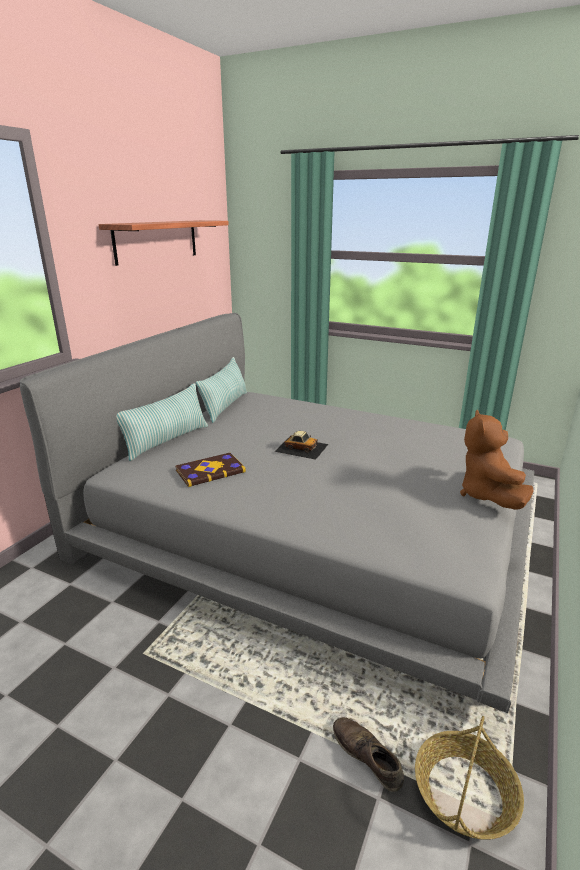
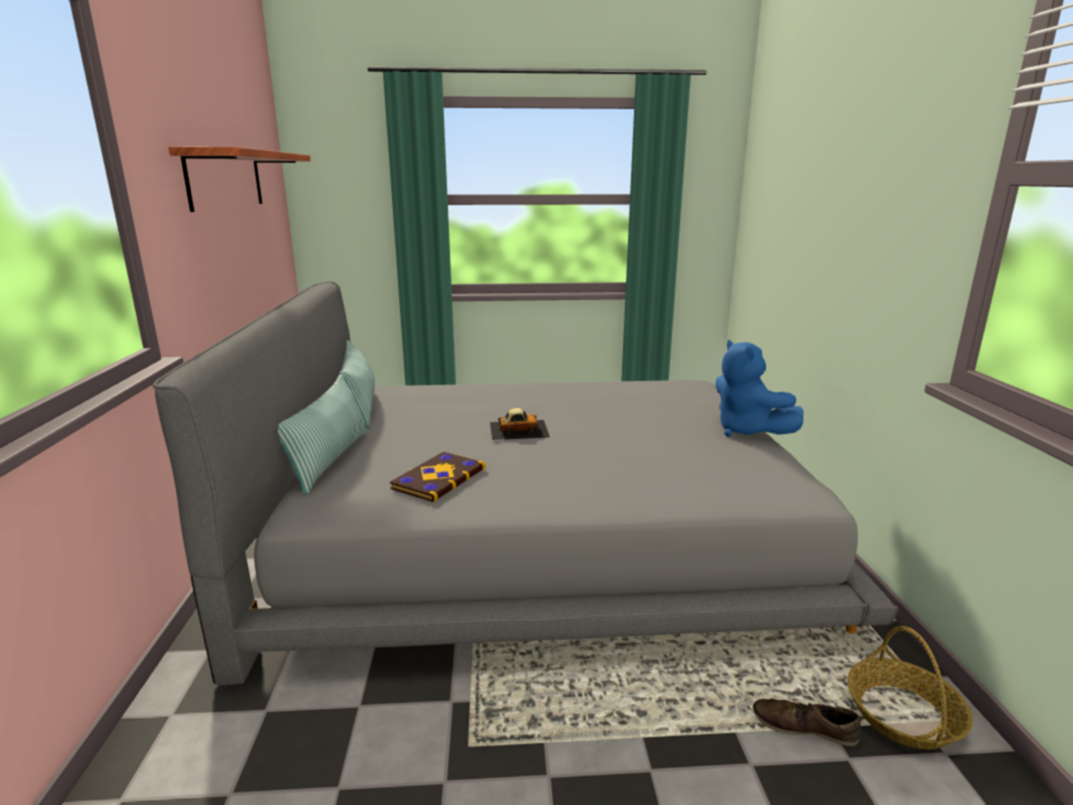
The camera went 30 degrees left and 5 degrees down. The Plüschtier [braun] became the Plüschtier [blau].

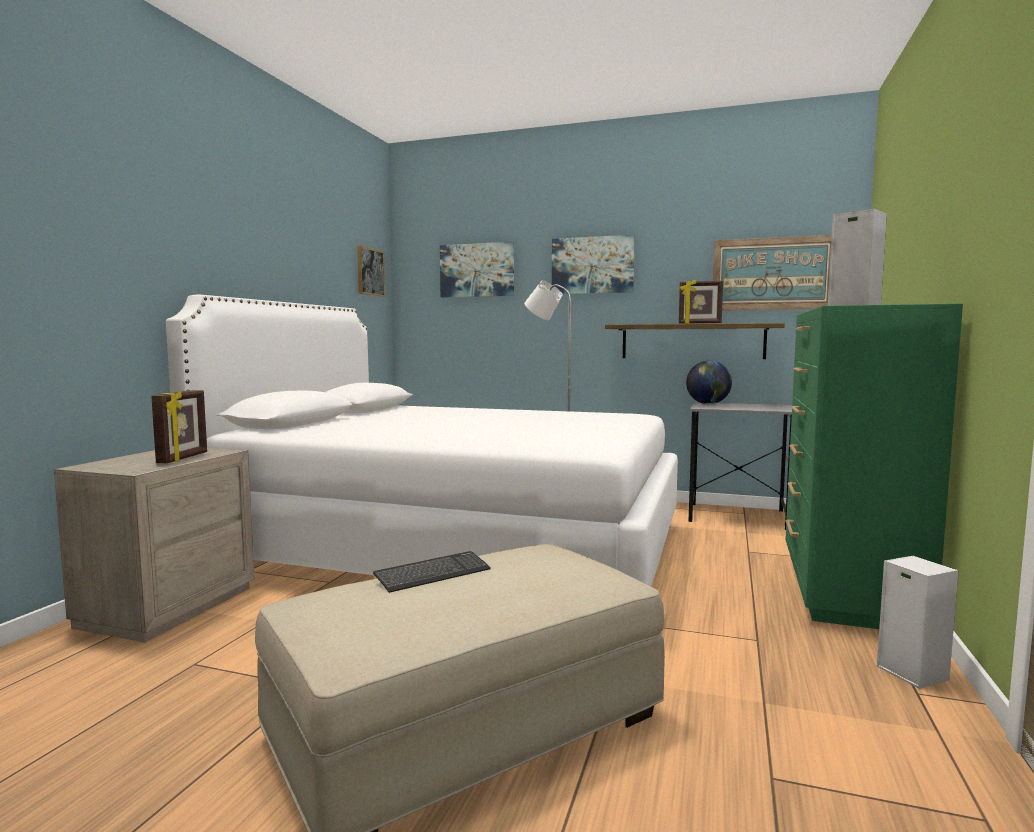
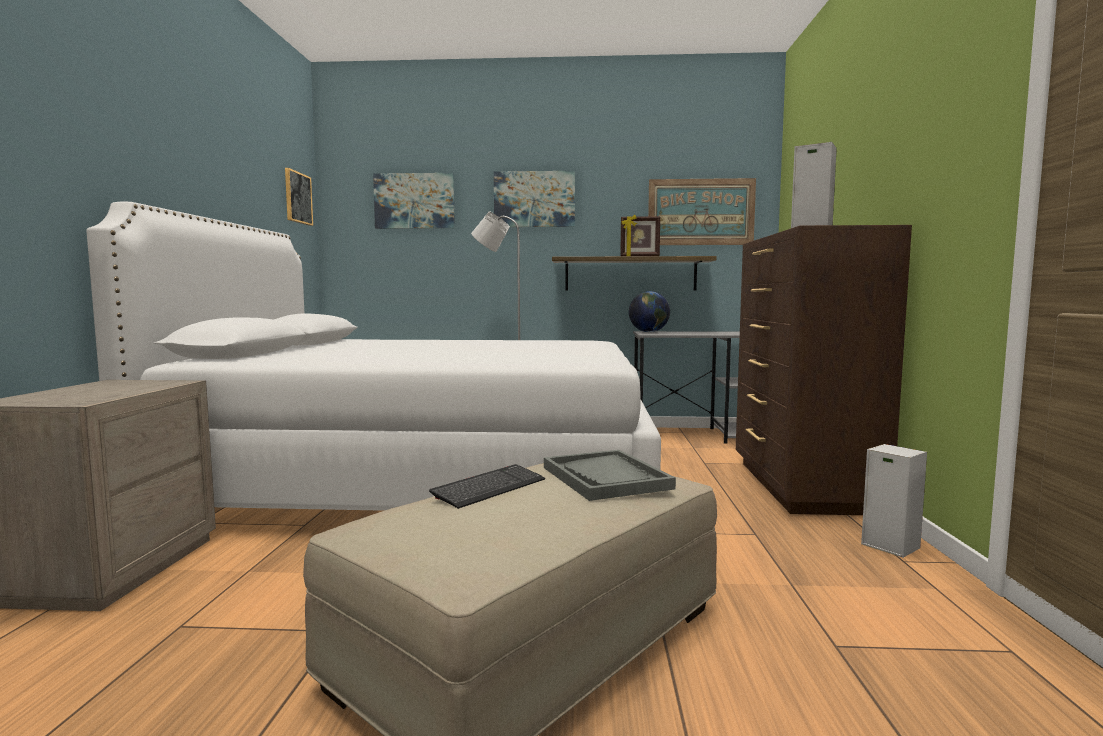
The camera went 15 degrees left and 0 degrees up. The Tablett [grau] appeared. The Kommode [grün] became the Kommode [braun]. The Bilderrahmen (1st from left) disappeared.

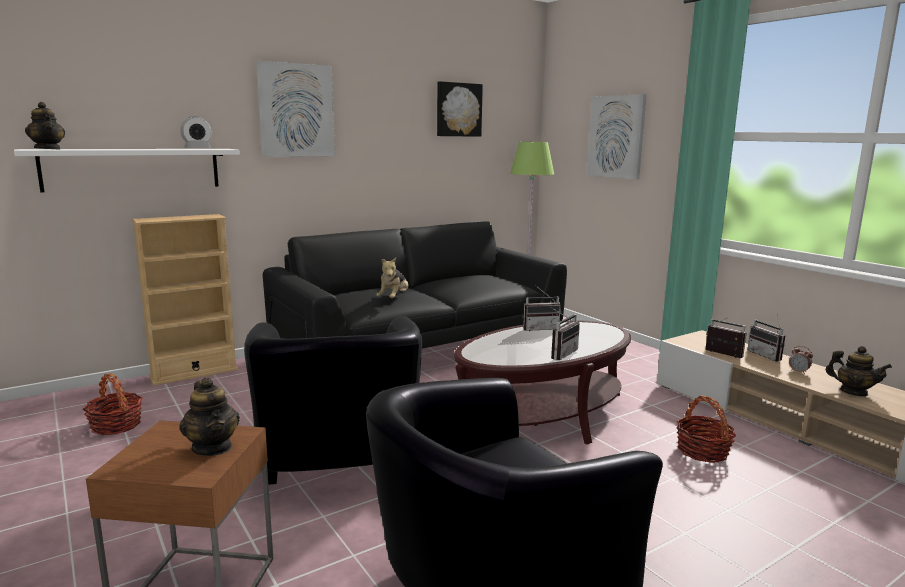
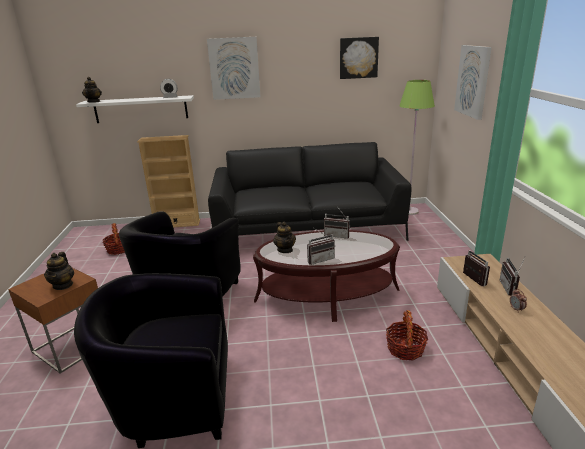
The camera went 30 degrees right and 10 degrees up. The Teekanne (3rd from left) moved. The Plüschtier disappeared.

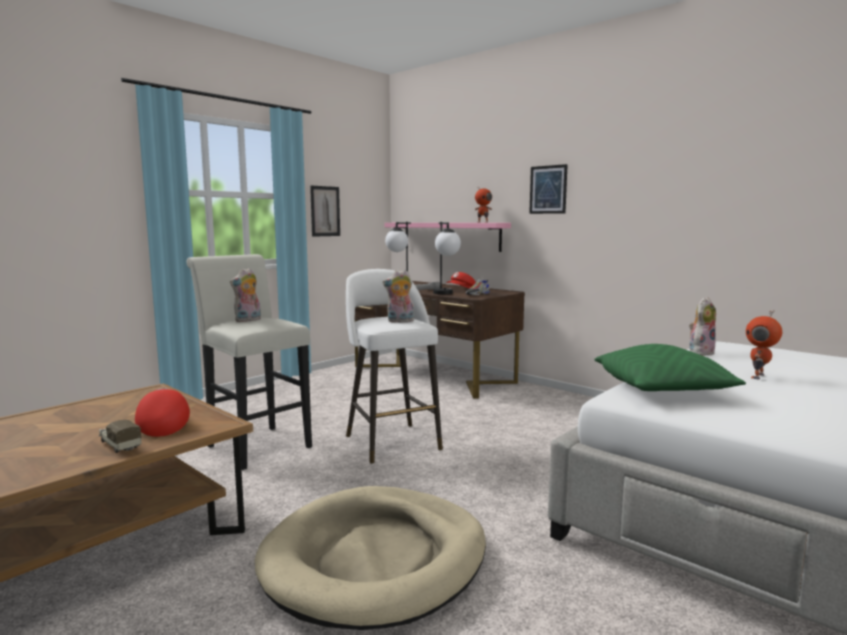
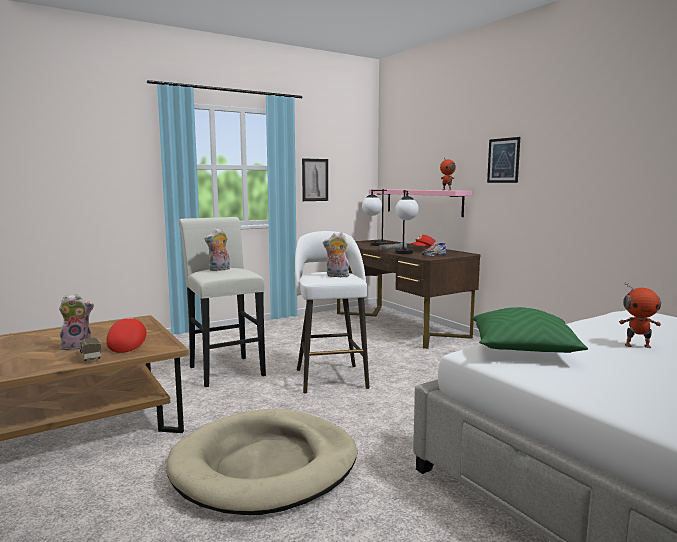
The camera went 15 degrees right and 0 degrees up. The Plüschtier (3rd from left in the first image) moved. The Spielzeugroboter (2nd from left) turned 135 degrees counterclockwise.

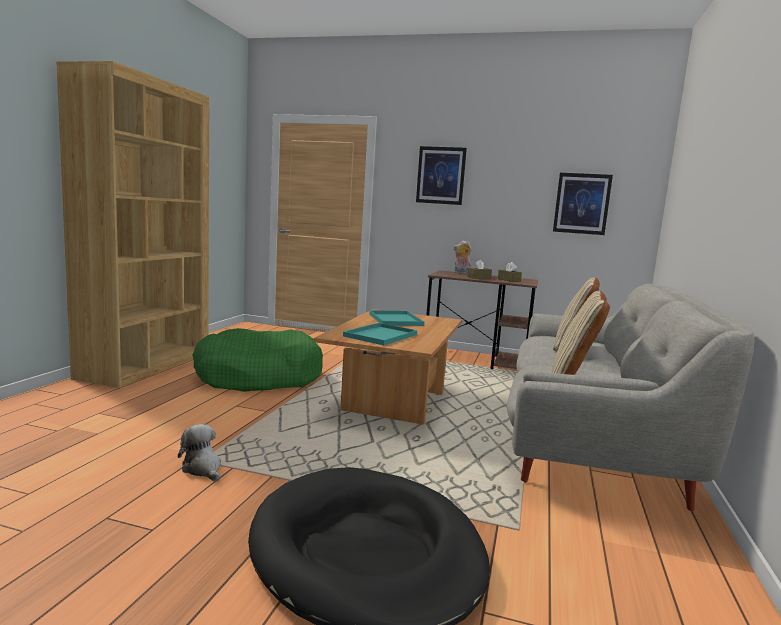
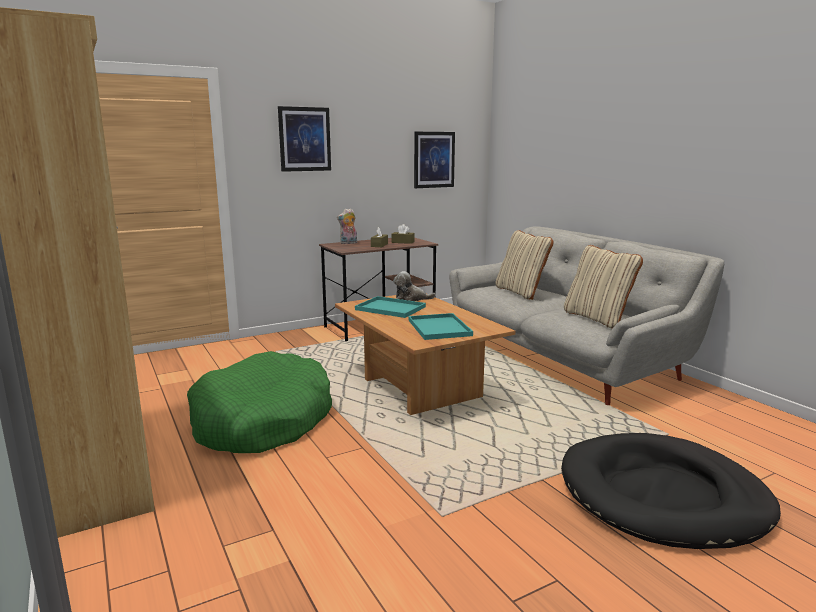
The camera went 45 degrees left and 5 degrees up. The Plüschtier (1st from left in the first image) moved.

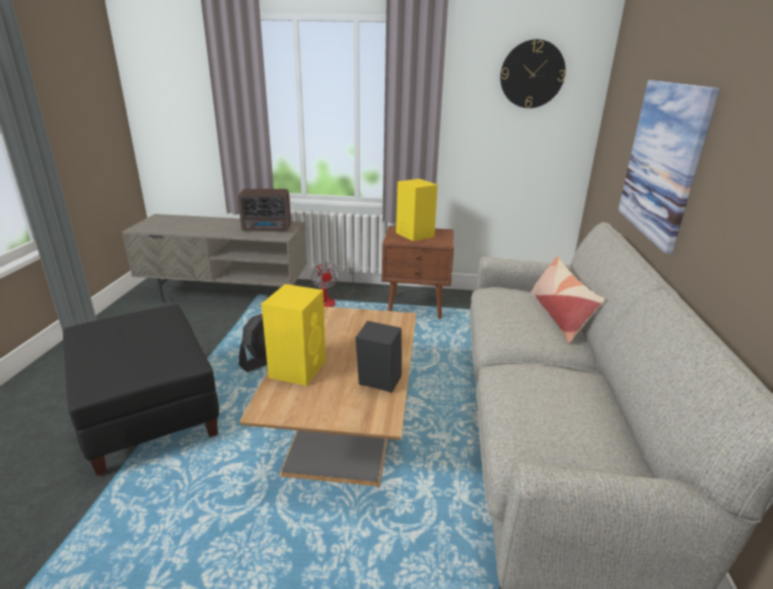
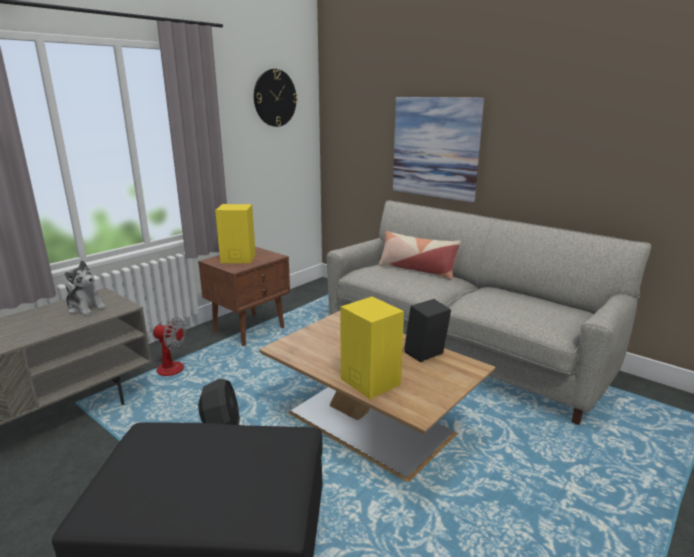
The camera went 55 degrees left and 5 degrees down. The Radio was replaced by the Plüschtier.

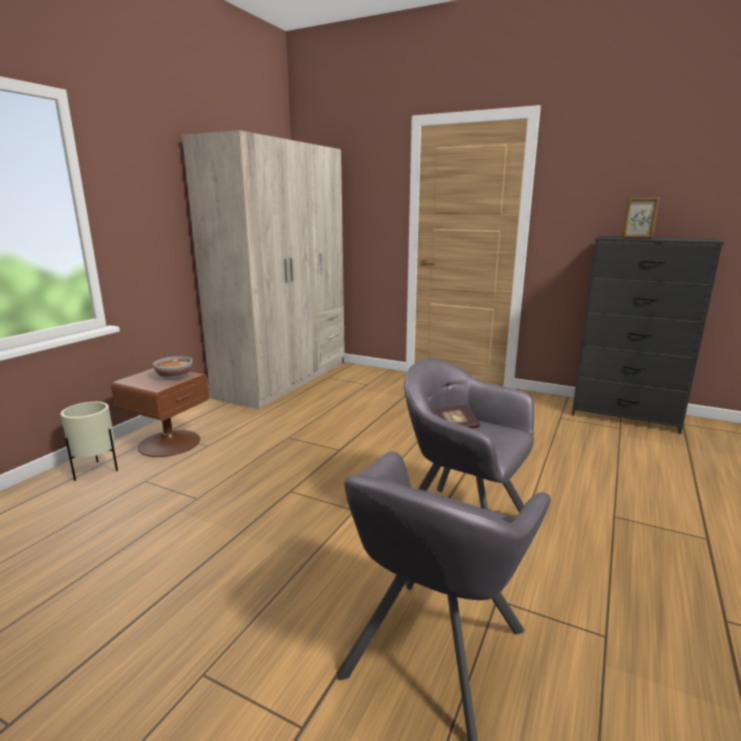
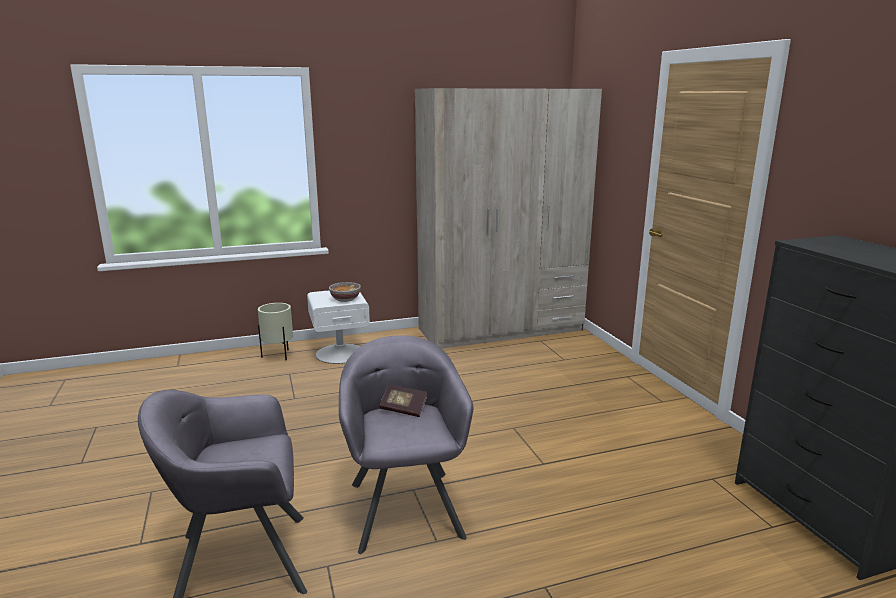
The camera went 45 degrees right and 0 degrees up. The Nachttisch [braun] became the Nachttisch [weiß]. The Bilderrahmen disappeared.

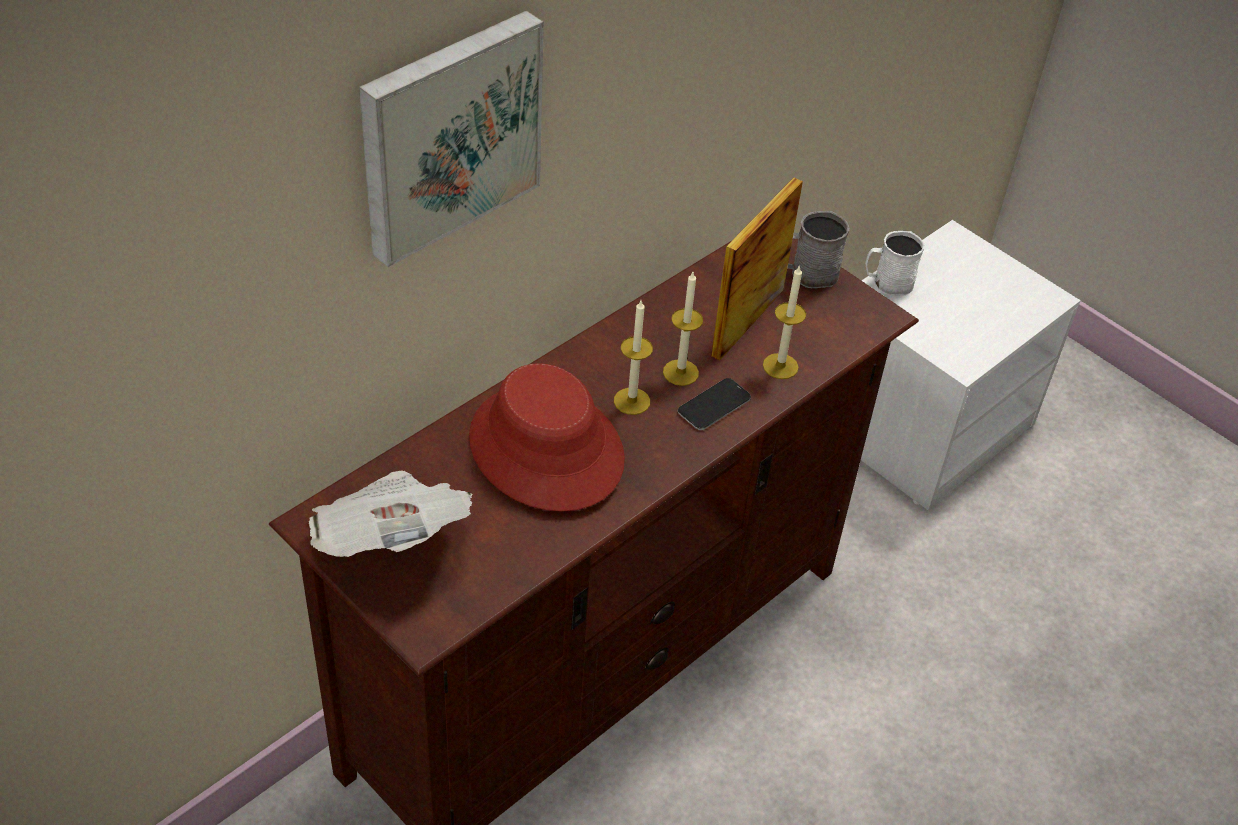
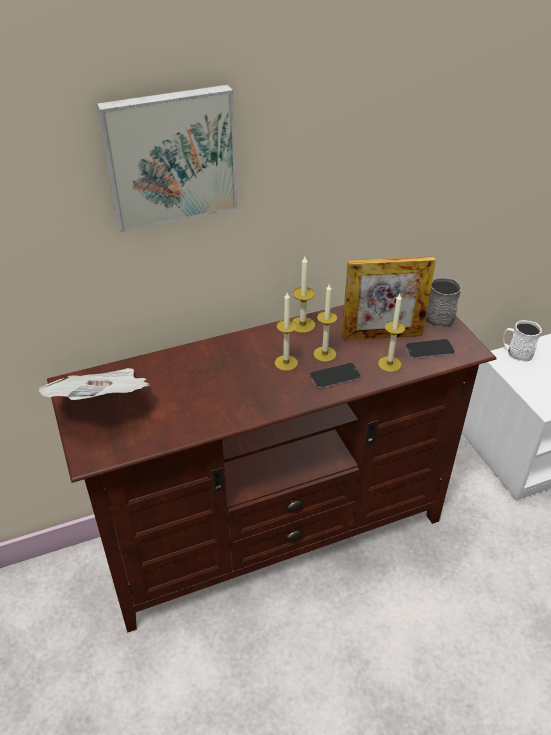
The camera went 25 degrees right and 5 degrees down. The Kerze (2nd from left) appeared. The Bilderrahmen turned 150 degrees counterclockwise. The Handy (2nd from left) appeared. The Hut [rot] disappeared.

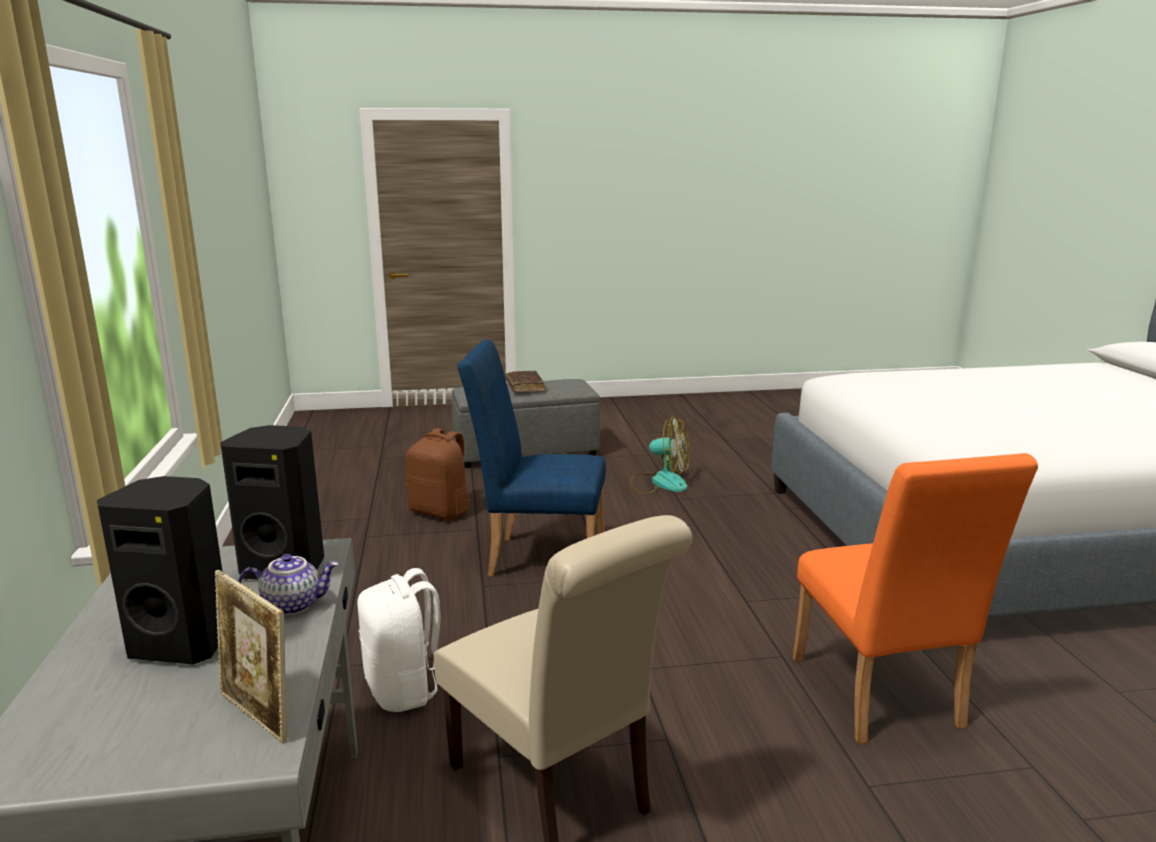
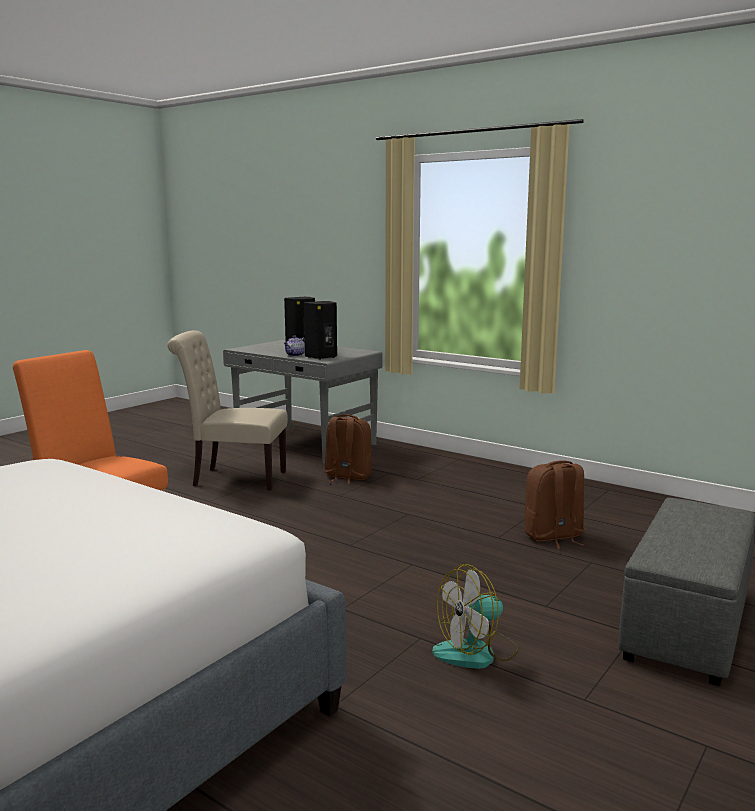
The camera went 135 degrees right and 5 degrees down. The Rucksack [weiß] became the Rucksack [braun] (1st from left). The Bilderrahmen disappeared. The Stuhl [blau] disappeared. The Buch [braun] disappeared.

